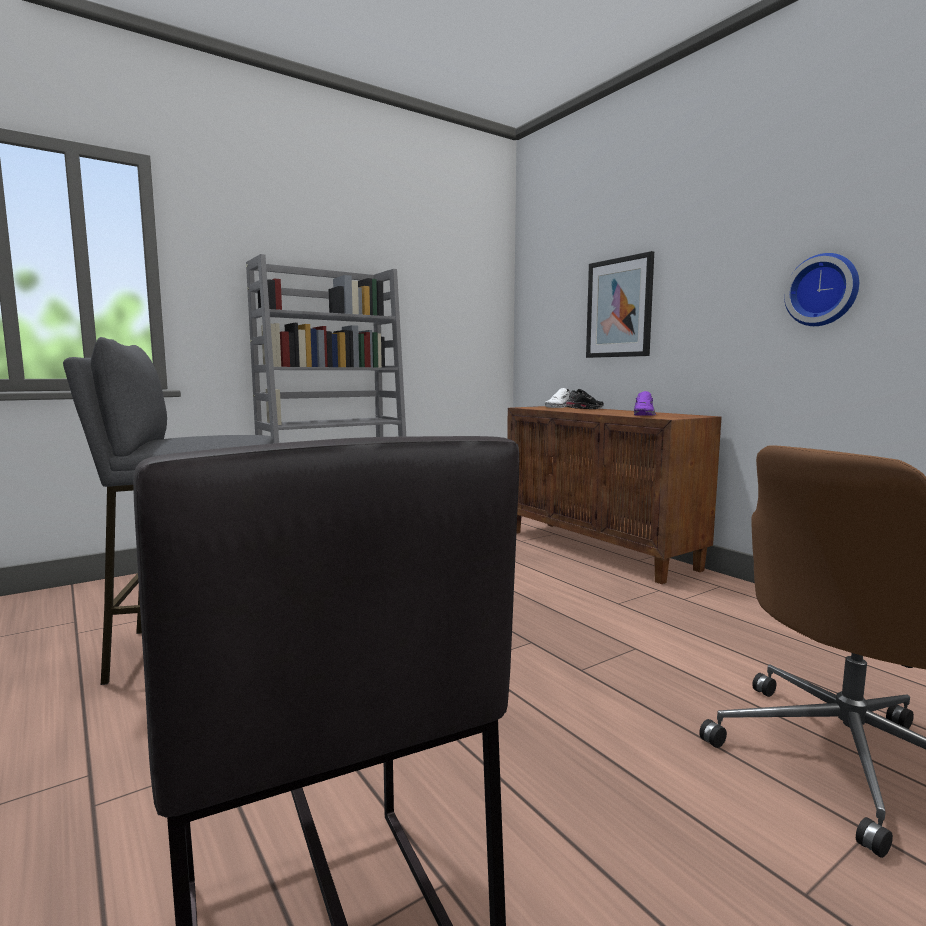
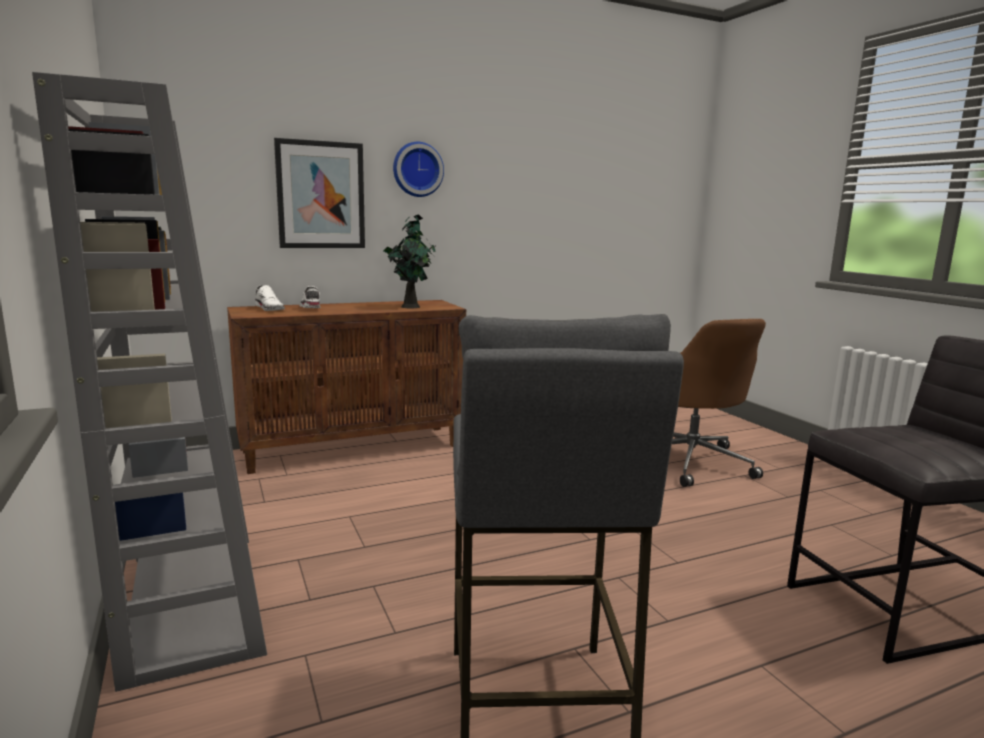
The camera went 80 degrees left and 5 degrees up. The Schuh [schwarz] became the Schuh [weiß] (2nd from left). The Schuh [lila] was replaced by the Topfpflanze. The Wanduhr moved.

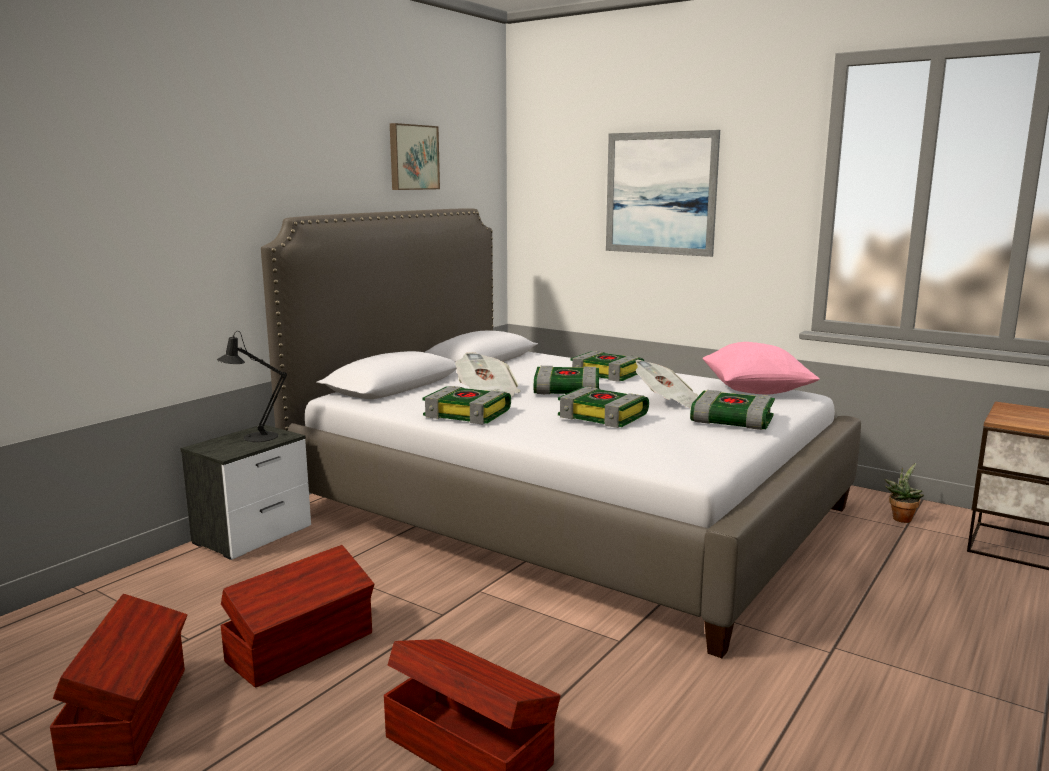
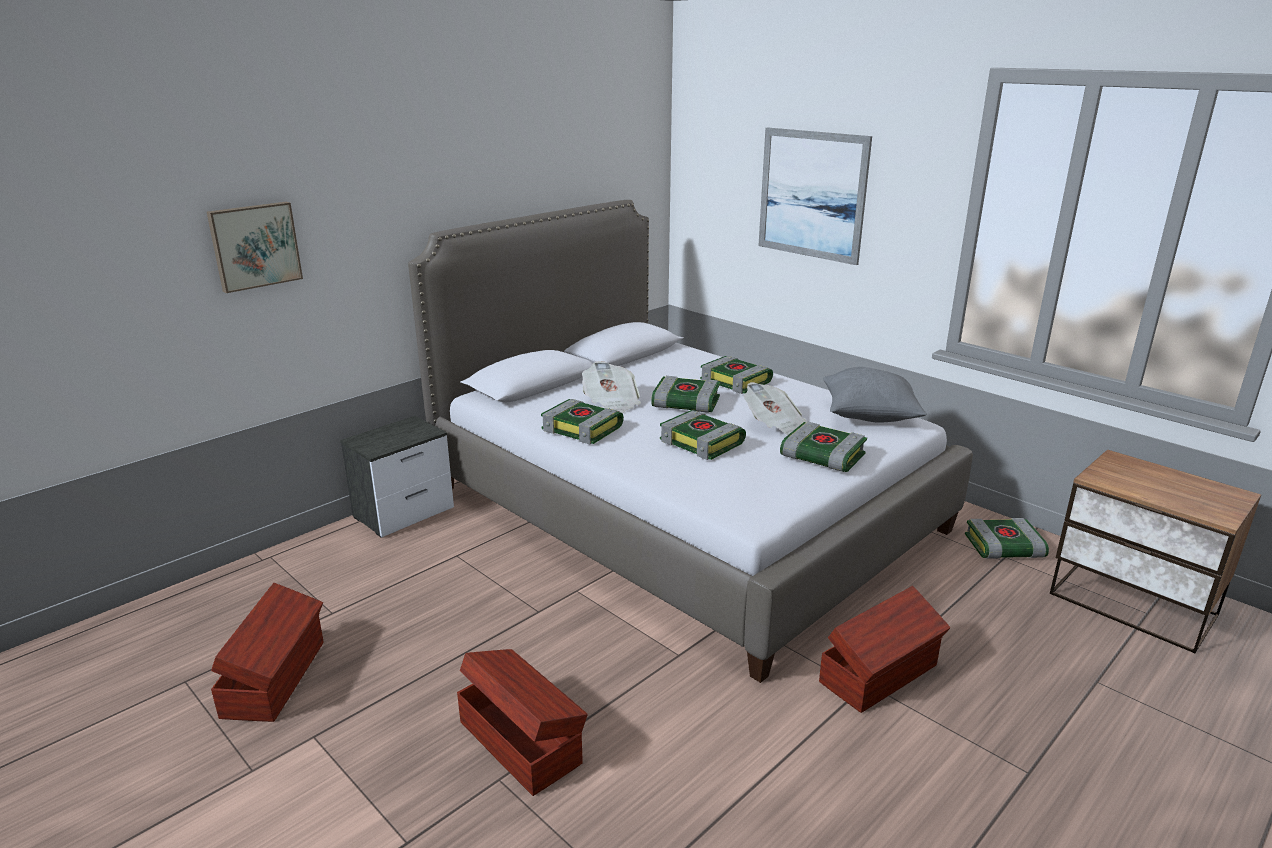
The camera went 10 degrees right and 10 degrees up. The Bild (1st from left) moved. The Aufbewahrungsbox [braun] (2nd from left in the first image) moved. The Kissen [rosa] became the Kissen [grau]. The Topfpflanze was replaced by the Buch (6th from left). The Tischlampe [schwarz] disappeared.

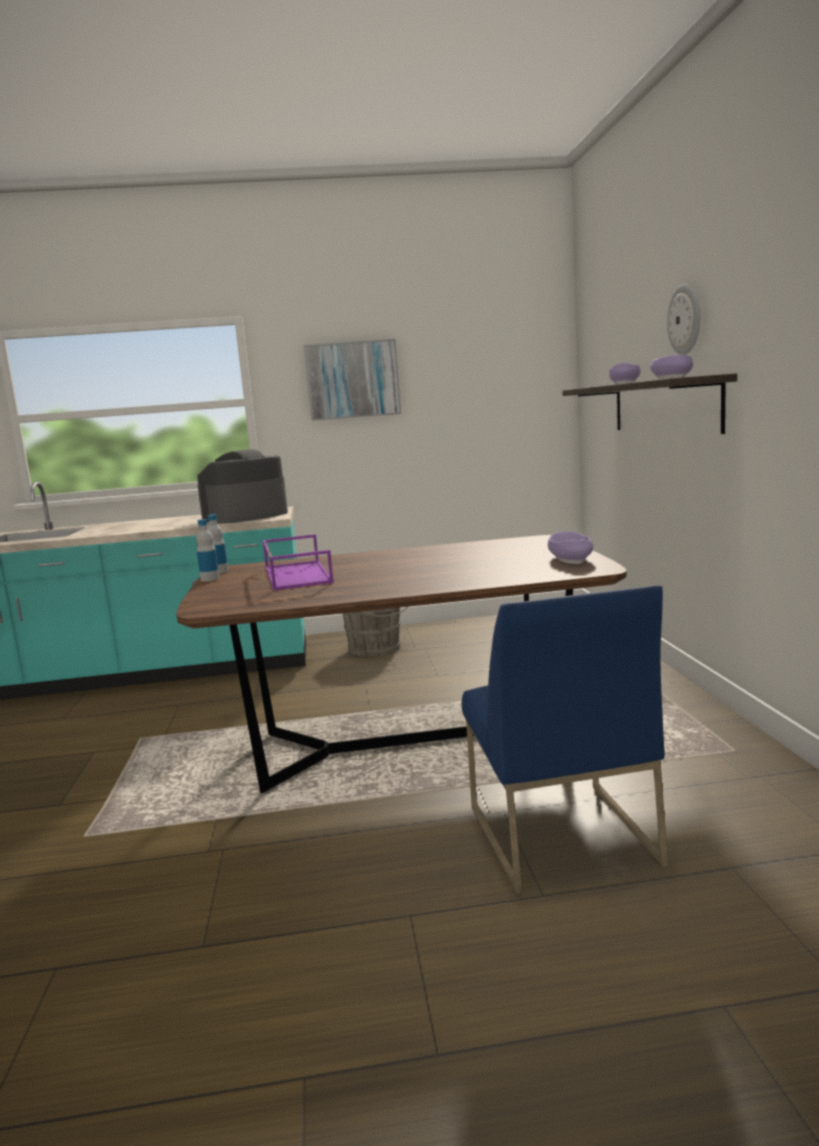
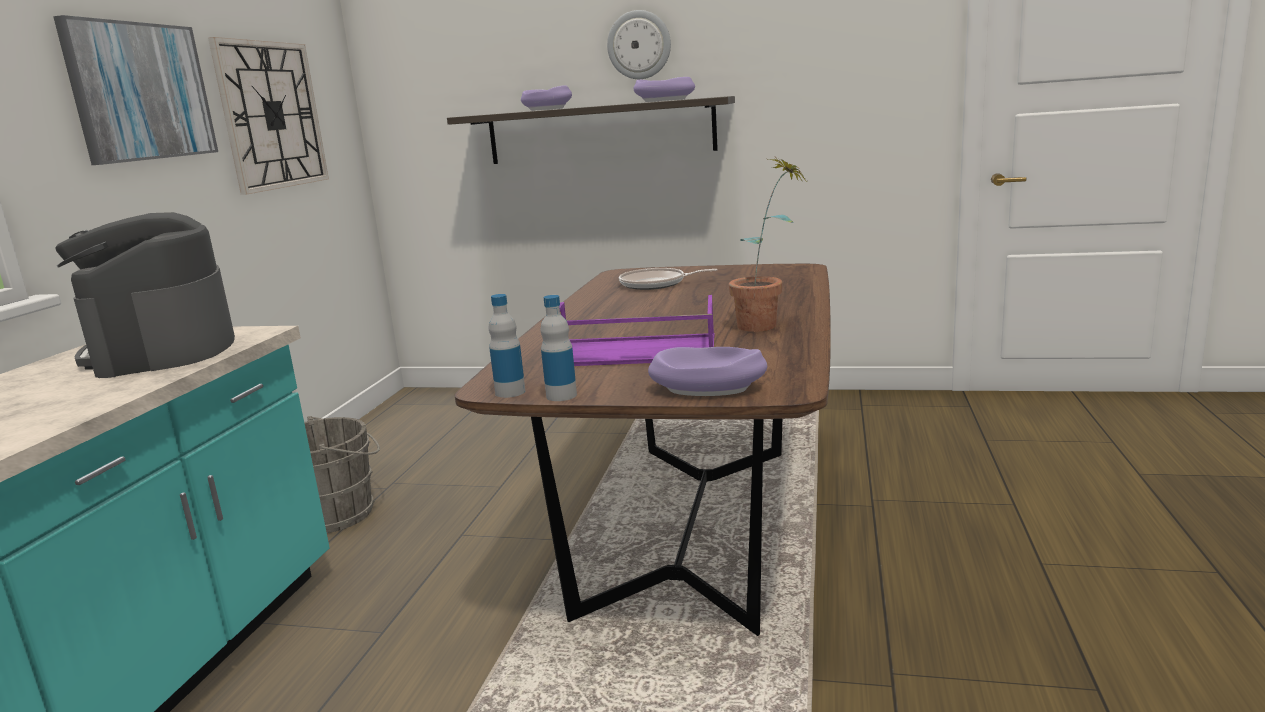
The camera went 70 degrees left and 5 degrees up. The Wanduhr (1st from left) appeared. The Pfanne appeared. The Schüssel [lila] (1st from left in the first image) moved. The Topfpflanze appeared. The Stuhl [blau] disappeared.

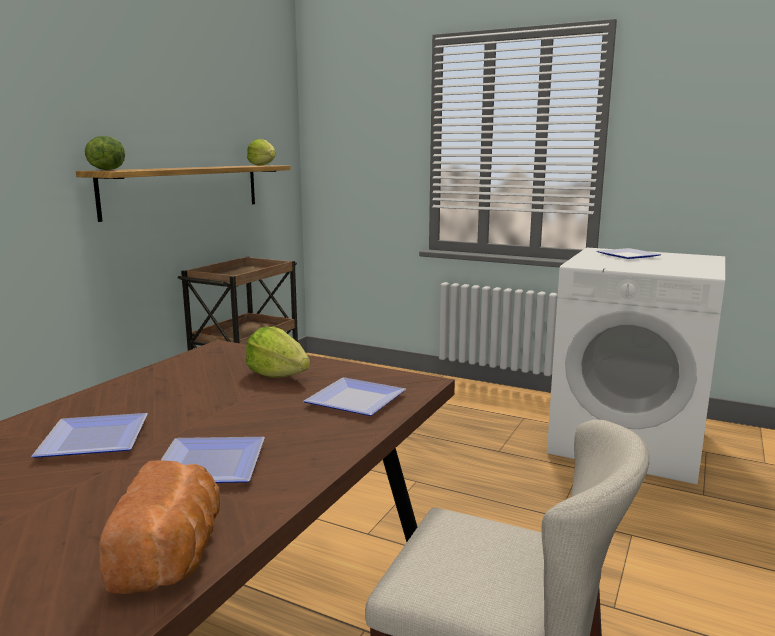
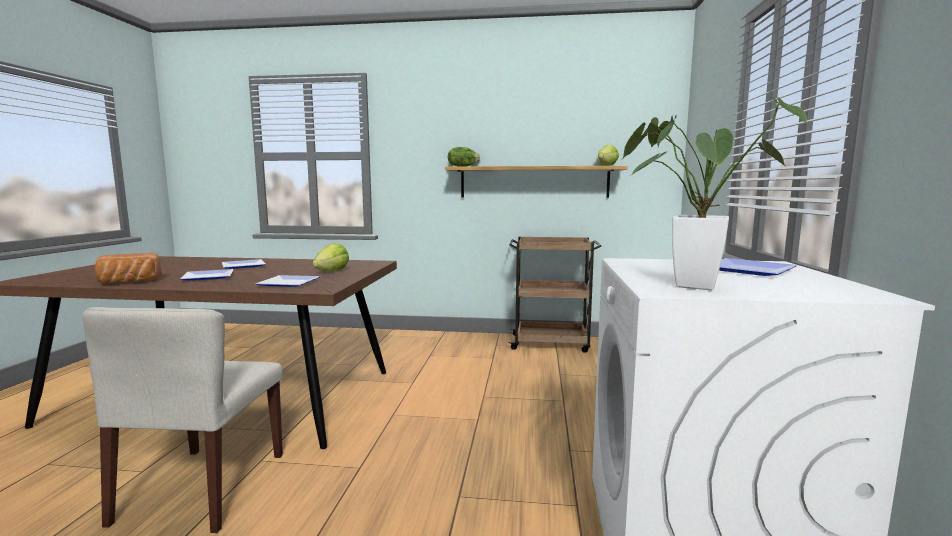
The camera went 70 degrees right and 5 degrees down. The Topfpflanze appeared.

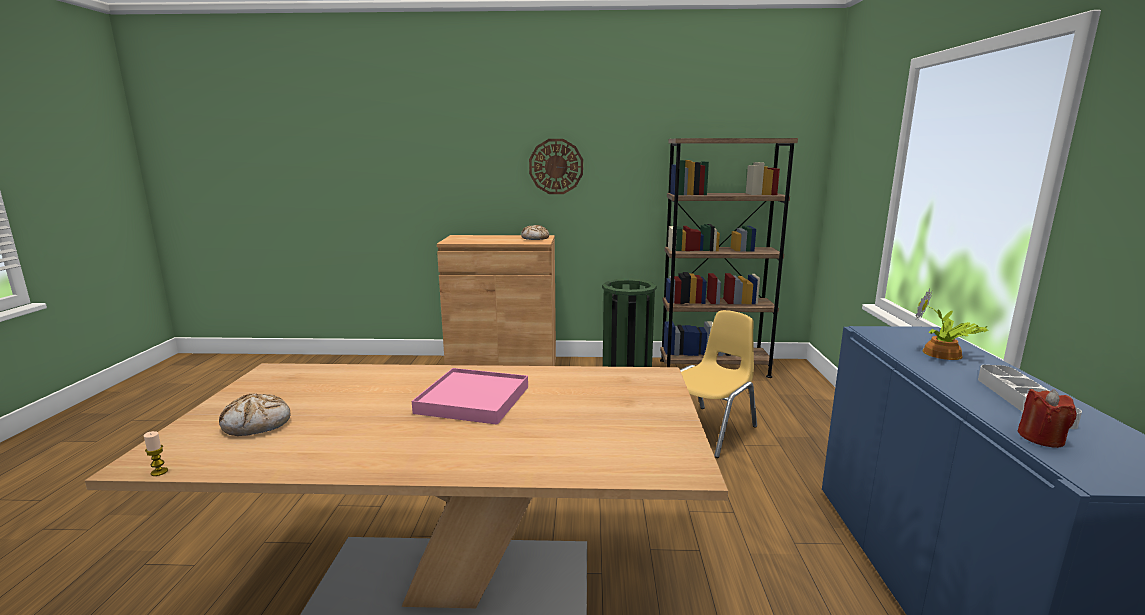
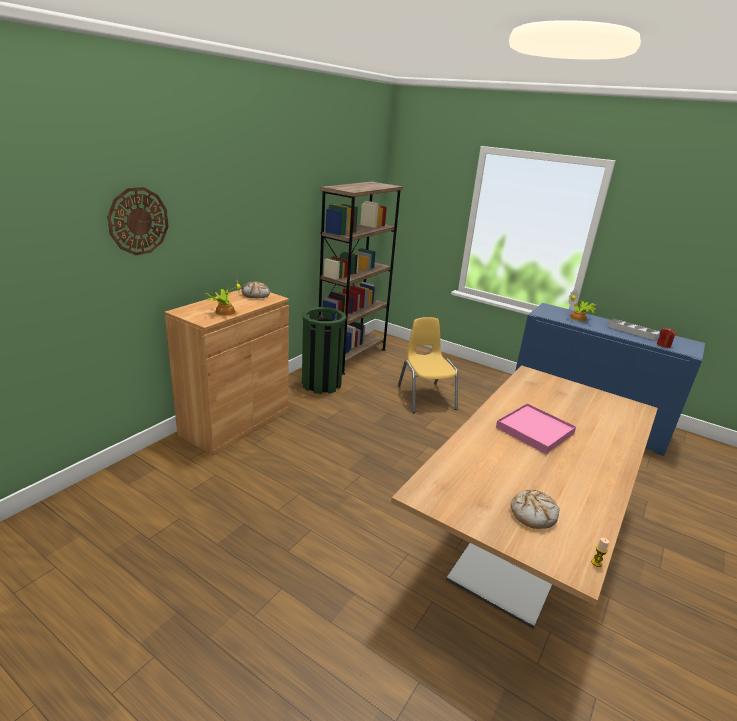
The camera went 60 degrees left and 10 degrees up. The Wanduhr moved. The Topfpflanze (1st from left) appeared.

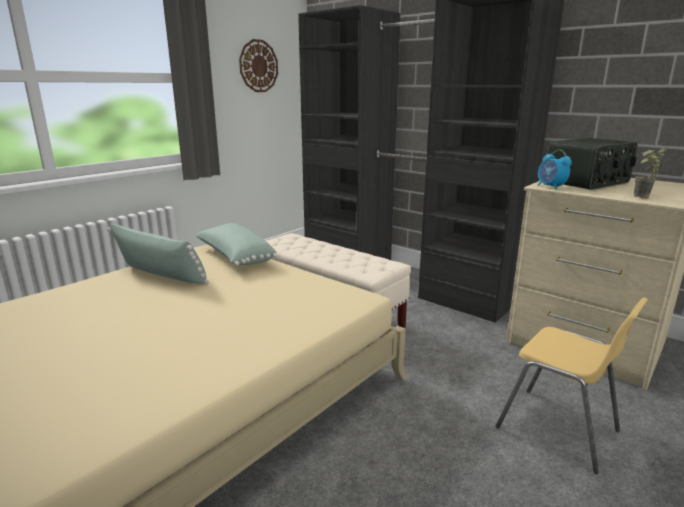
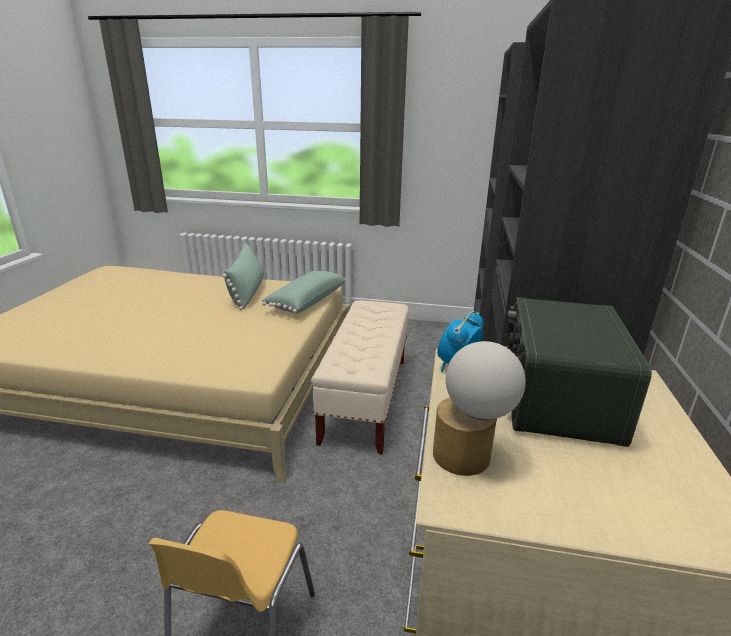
The camera went 60 degrees right and 5 degrees up. The Topfpflanze was replaced by the Tischlampe. The Radio turned 75 degrees clockwise. The Wanduhr disappeared.

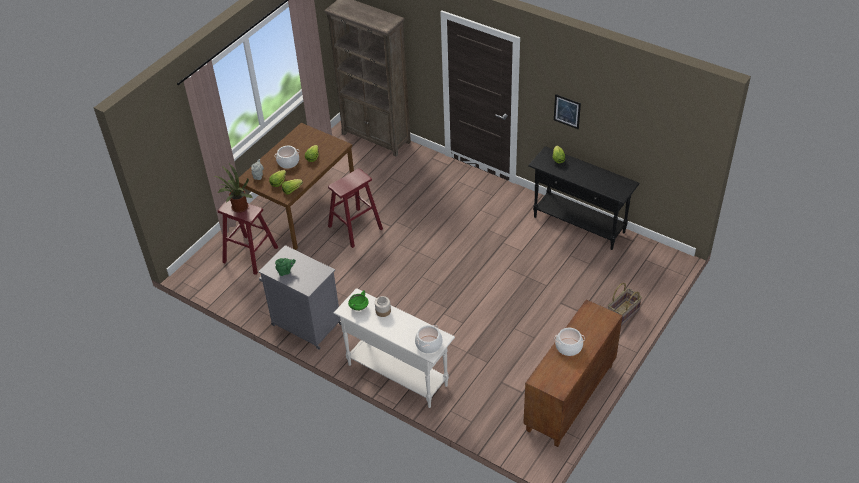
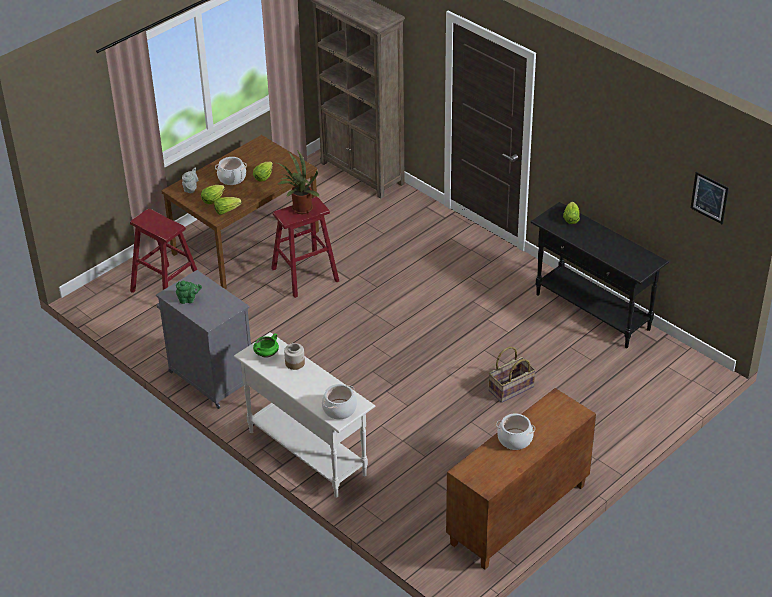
The camera went 10 degrees right and 5 degrees down. The Topfpflanze moved. The Korb moved. The Bild moved.

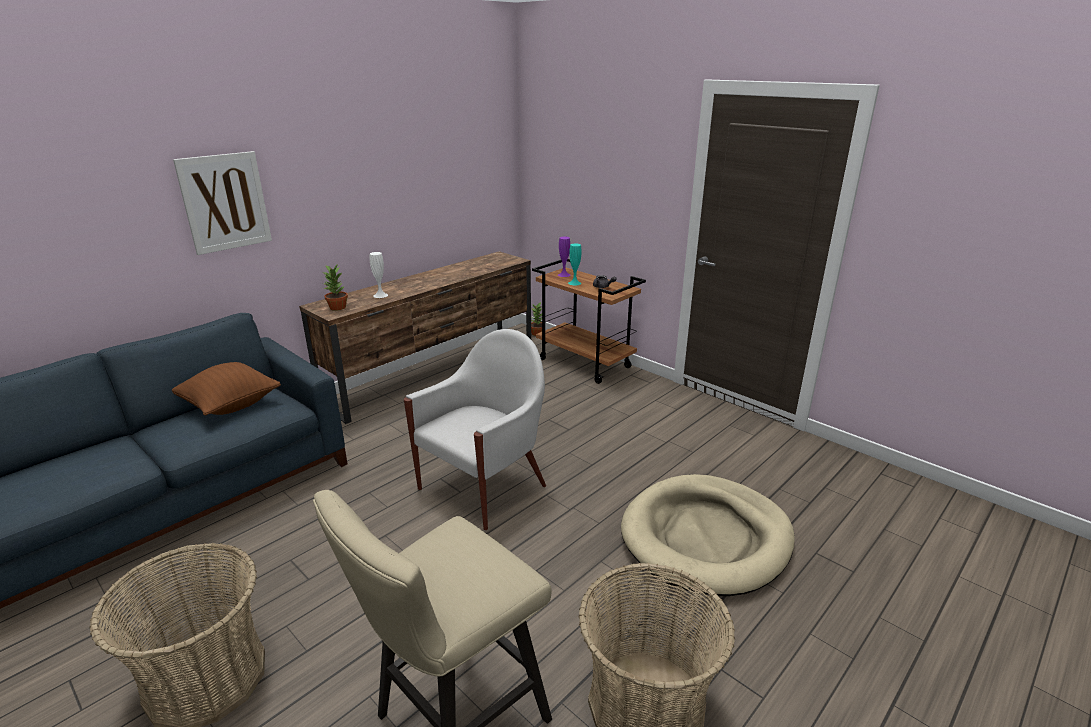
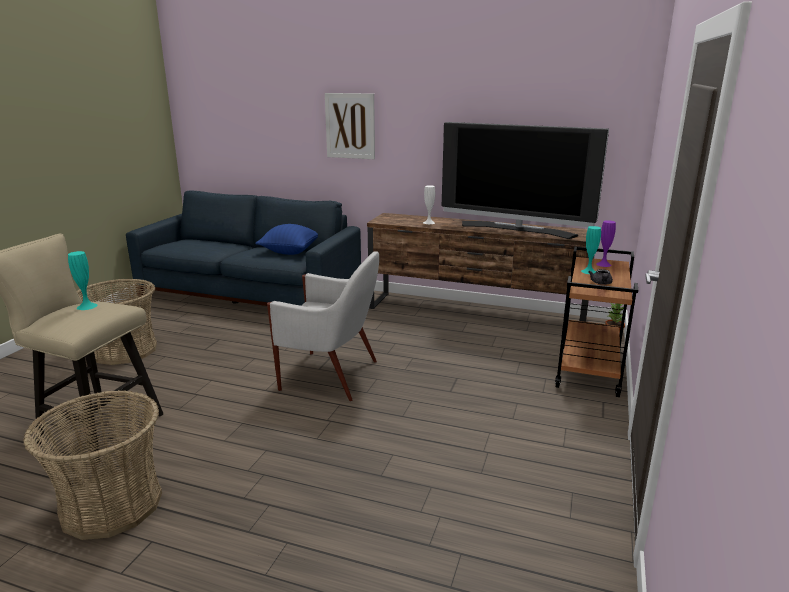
The camera went 65 degrees right and 5 degrees down. The Vase [türkis] (1st from left) appeared. The Kissen [braun] became the Kissen [blau]. The Fernseher appeared. The Topfpflanze (1st from left) disappeared. The Hundebett [beige] disappeared.

